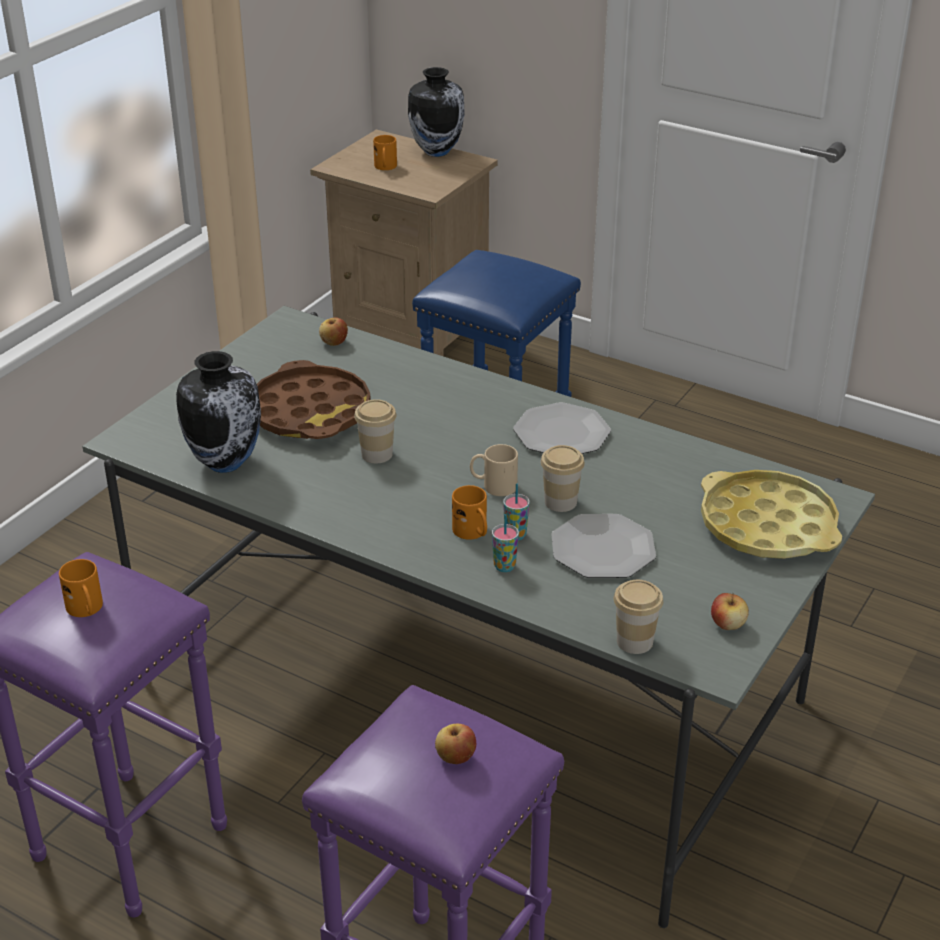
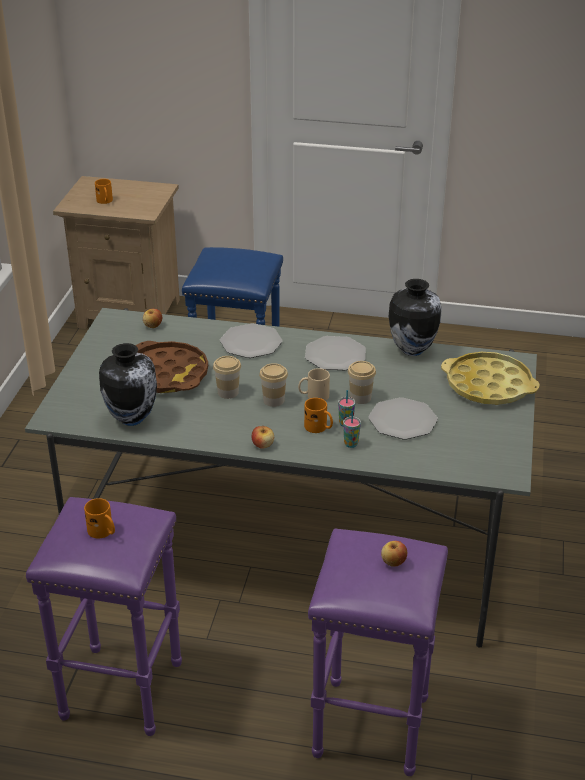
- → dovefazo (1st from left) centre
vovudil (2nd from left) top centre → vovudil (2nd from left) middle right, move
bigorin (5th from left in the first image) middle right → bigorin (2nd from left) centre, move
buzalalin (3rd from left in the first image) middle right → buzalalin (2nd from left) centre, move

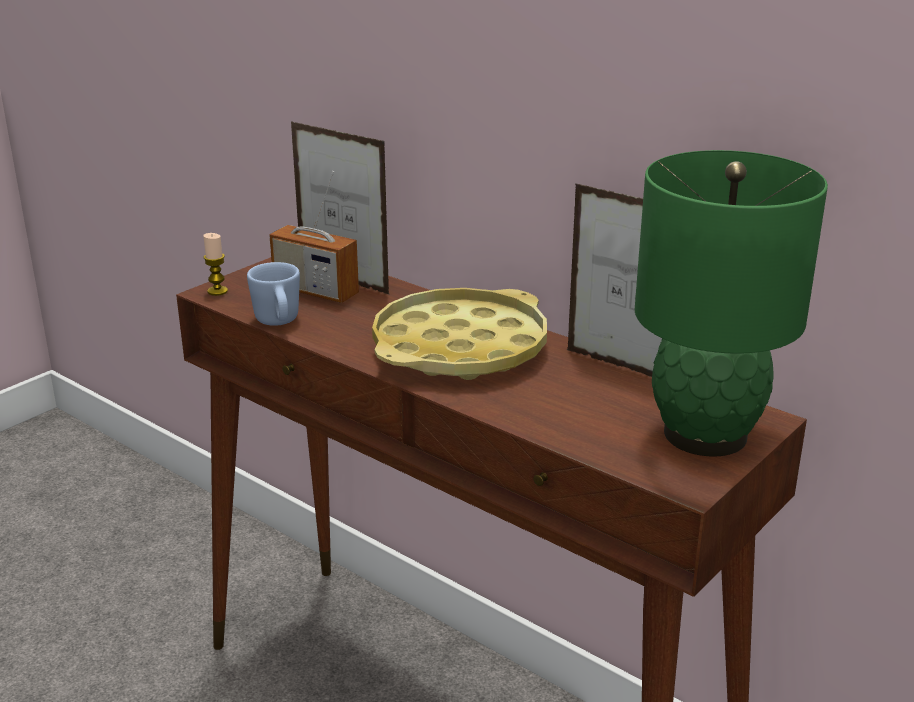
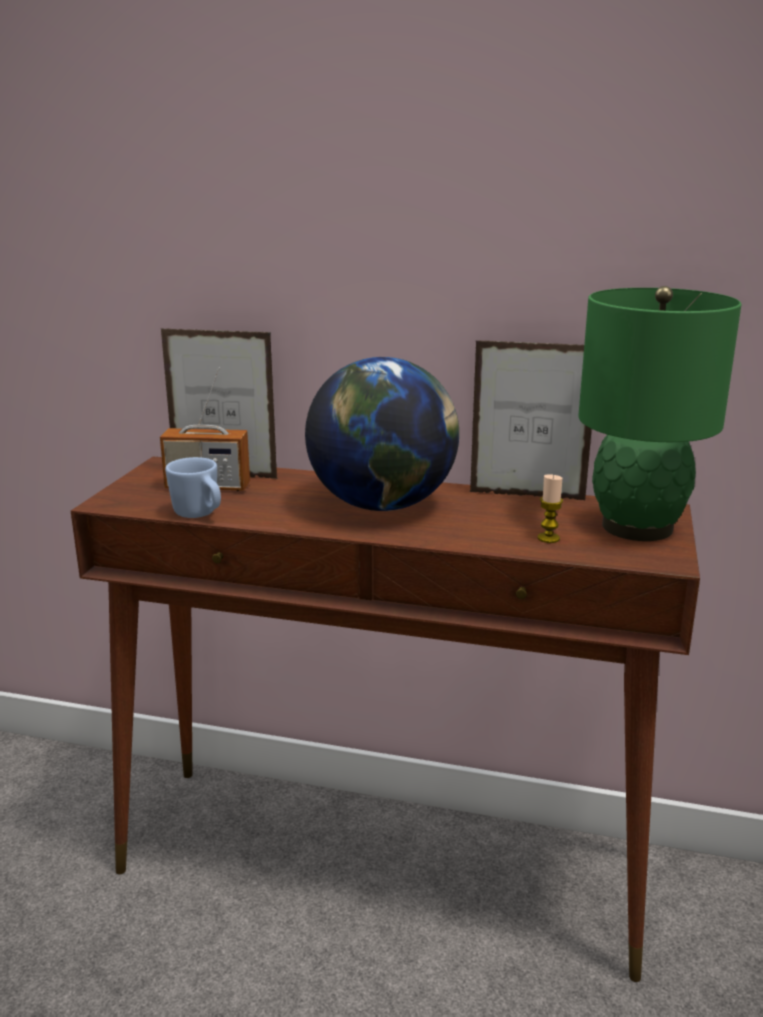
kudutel middle left → kudutel middle right, move
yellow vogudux centre → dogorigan centre

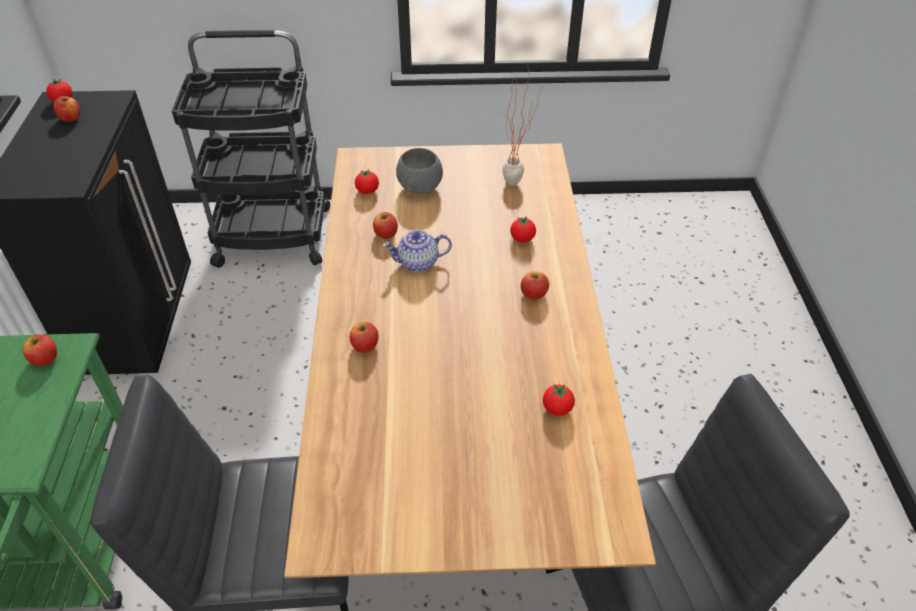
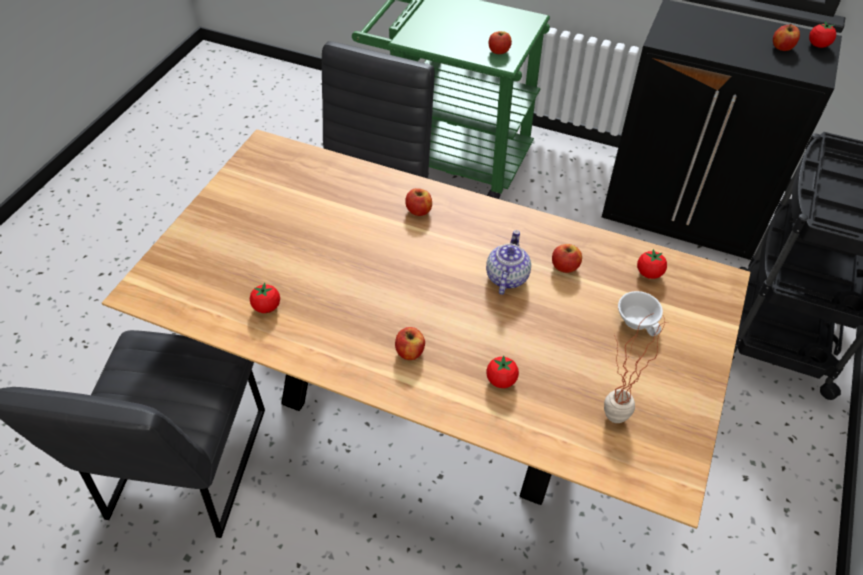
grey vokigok top centre → white bigorin middle right

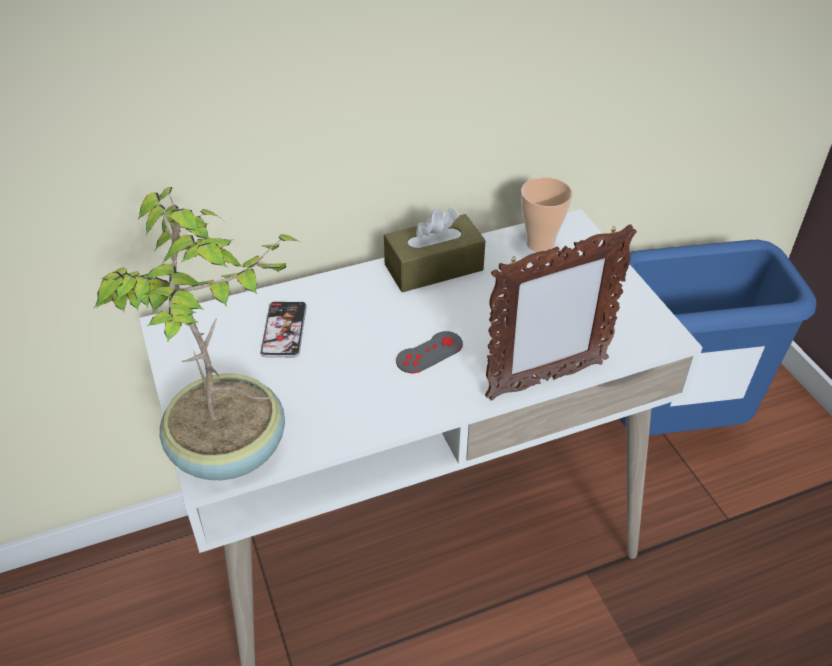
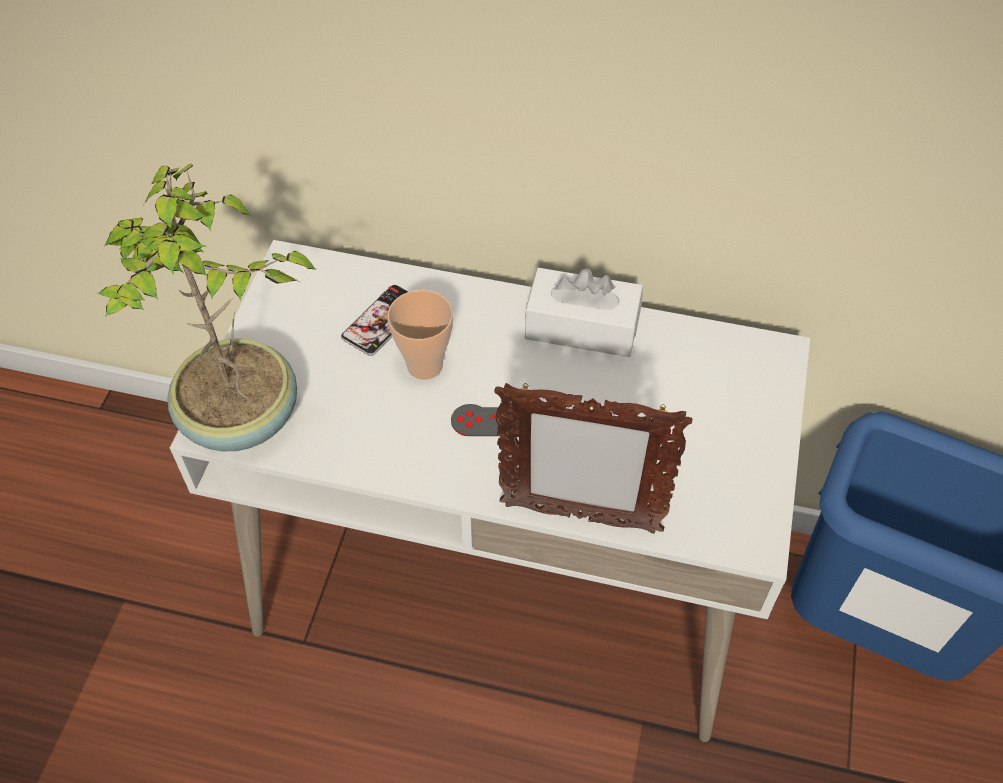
bigorin top centre → bigorin centre, move
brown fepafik centre → white fepafik centre

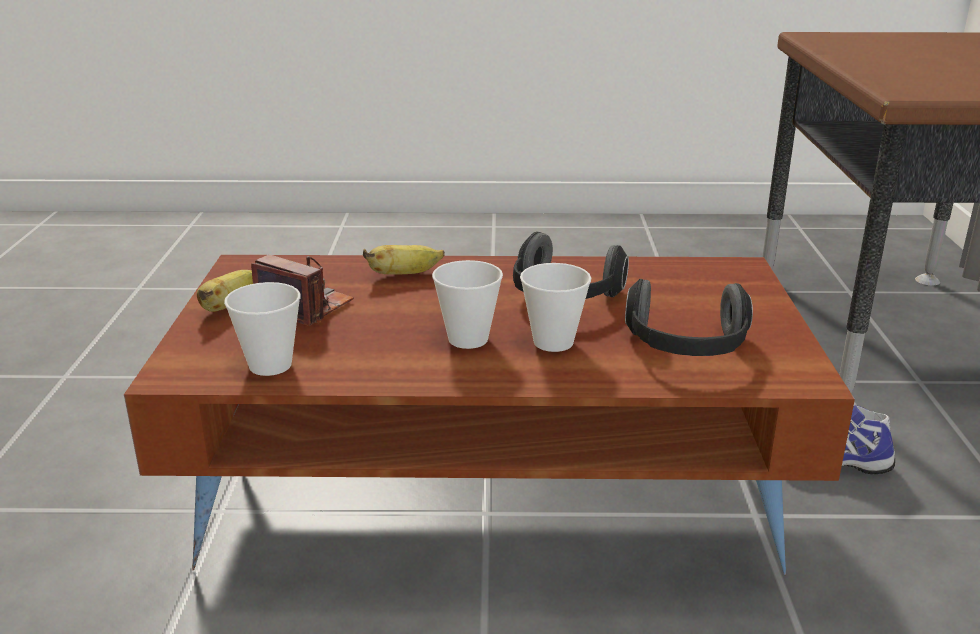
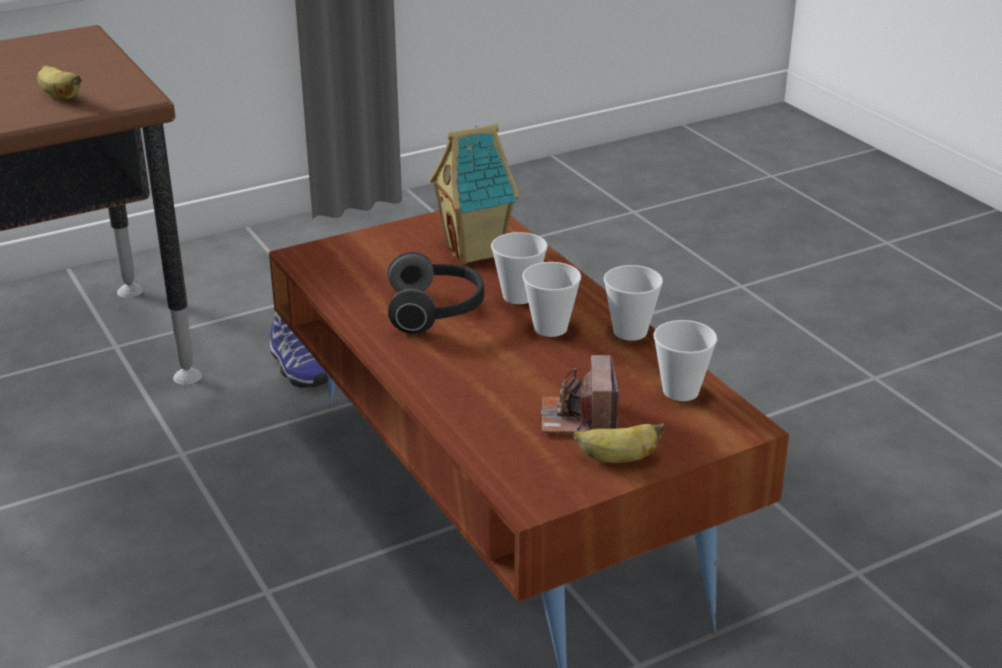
- → bigorin (3rd from left) centre
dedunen (2nd from left in the first image) centre → dedunen (1st from left) top left, move
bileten (2nd from left) middle right → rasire top centre

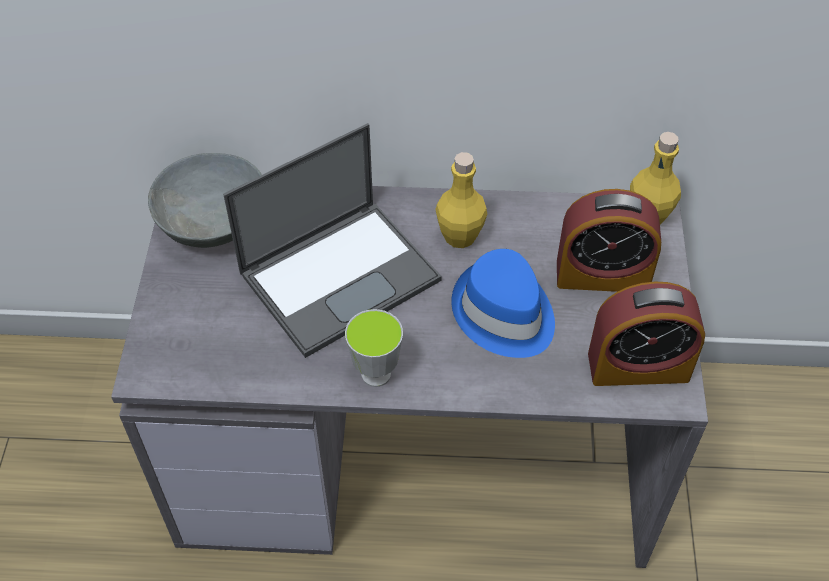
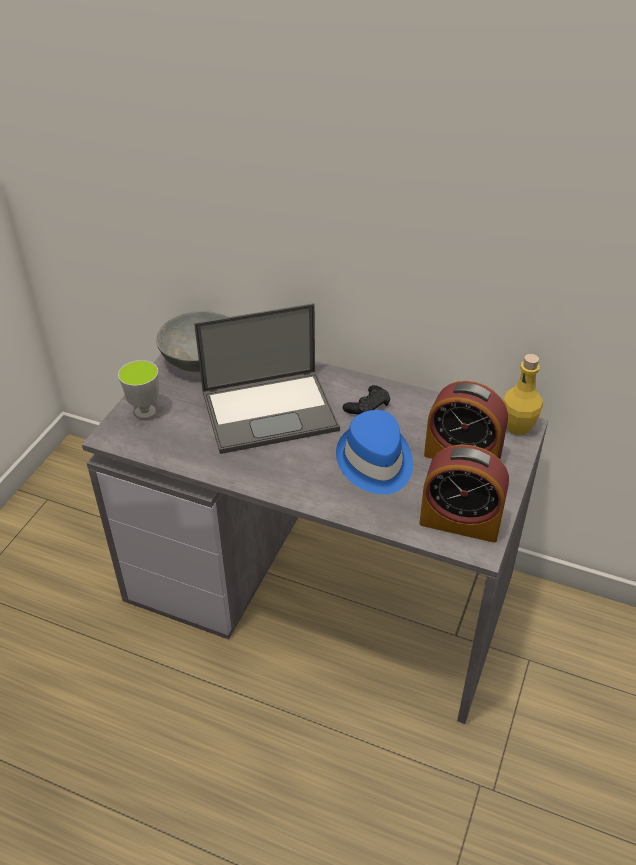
bigorin centre → bigorin middle left, move
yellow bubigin (1st from left) centre → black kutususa centre

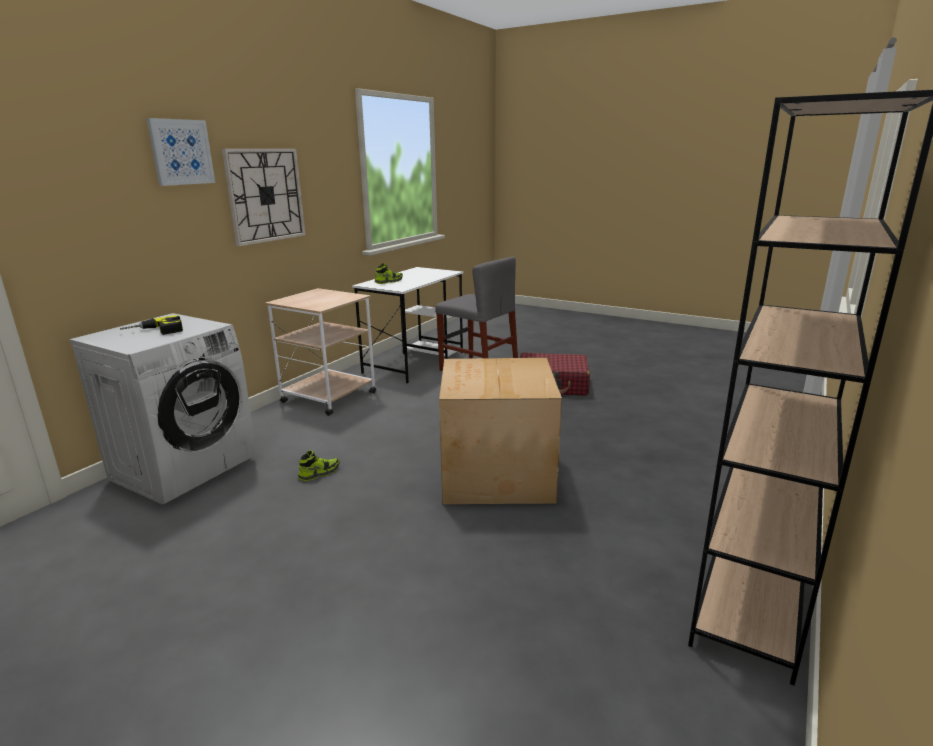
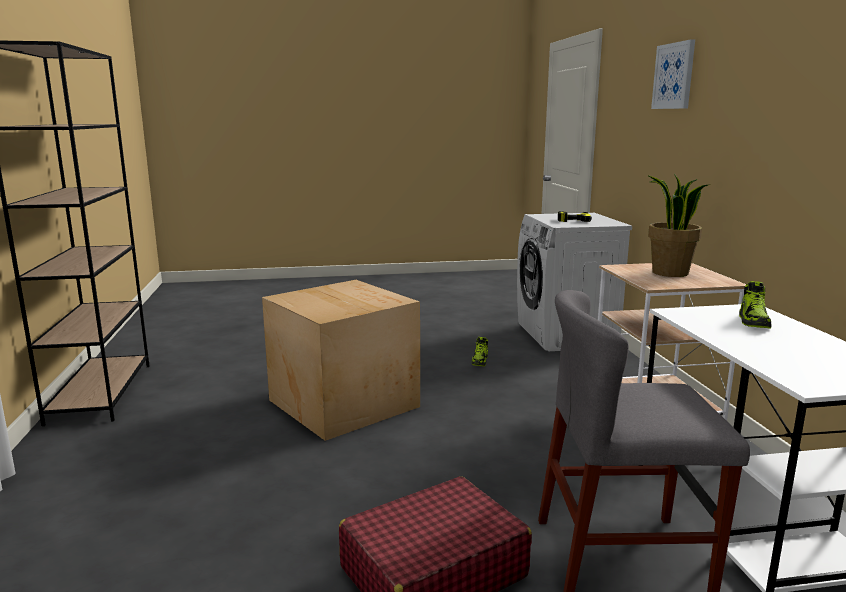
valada top left → -
- → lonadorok middle right

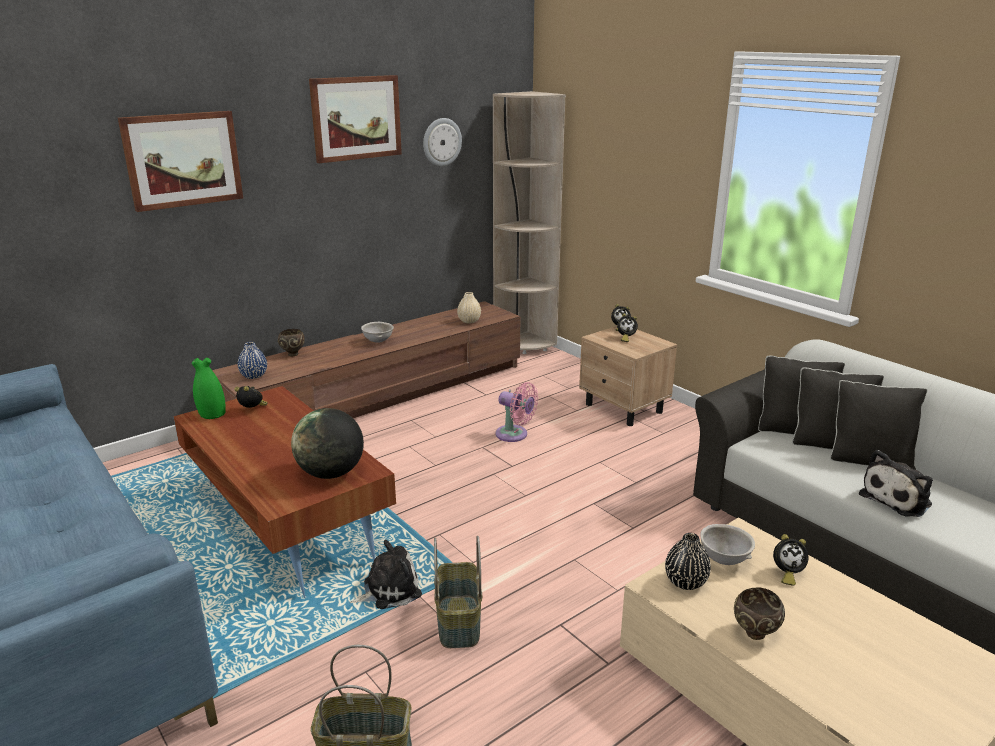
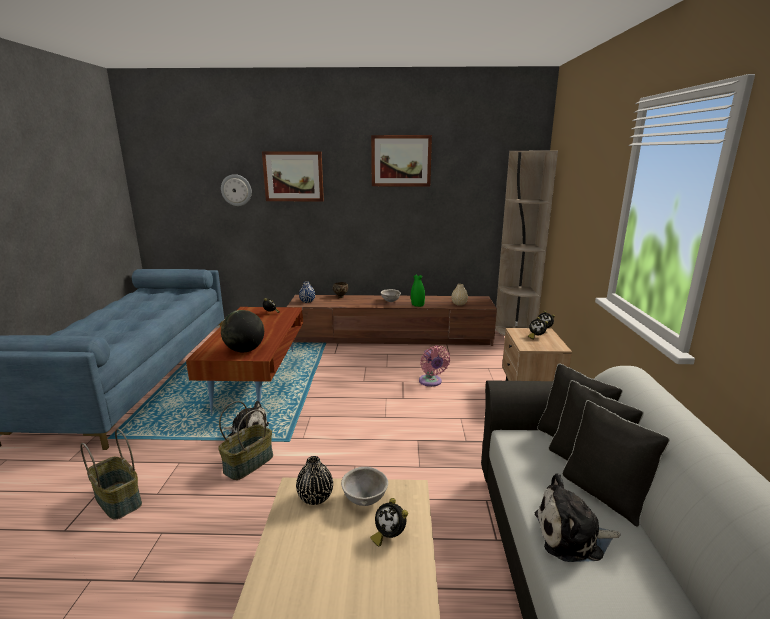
brown vokigok (2nd from left) bottom right → -
green vovudil middle left → green vovudil centre, move
valada top centre → valada top left, move

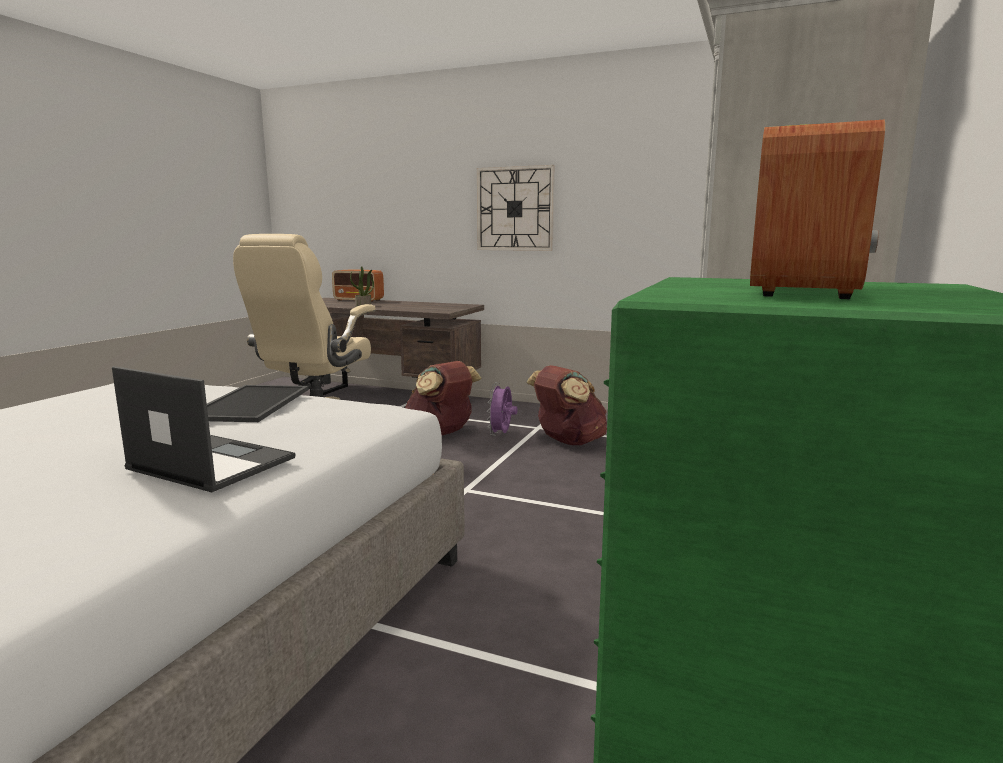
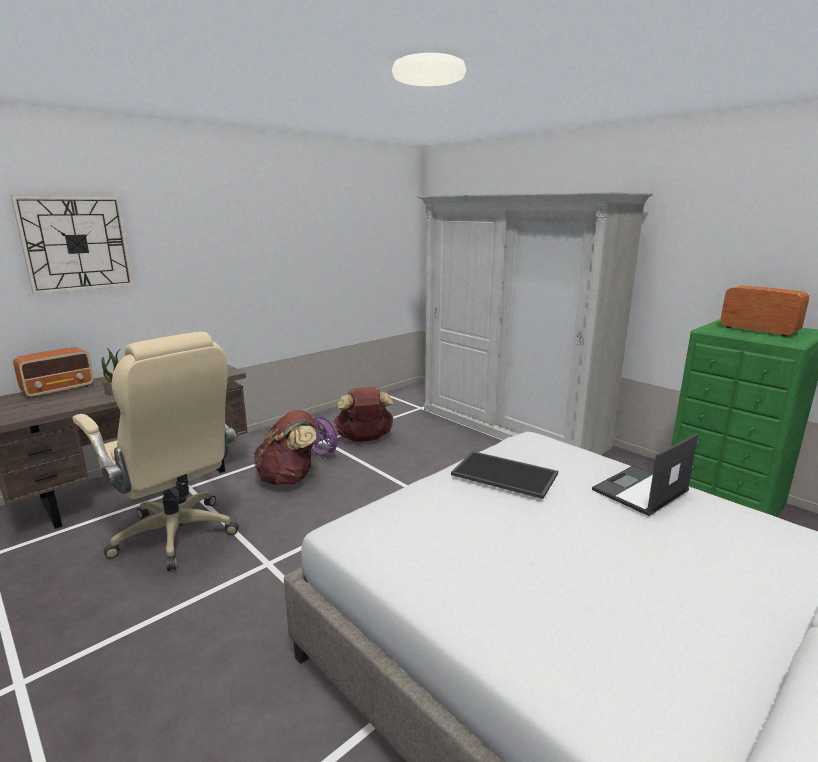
valada top centre → valada top left, move

